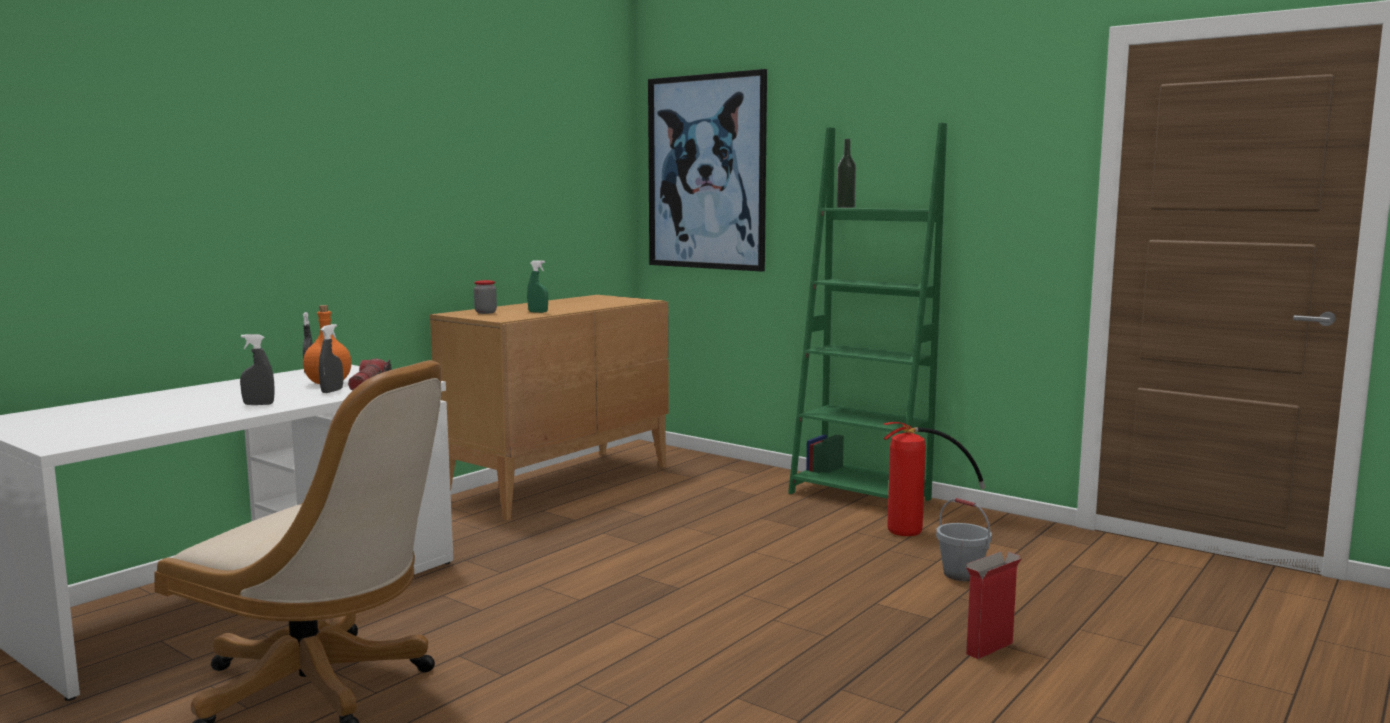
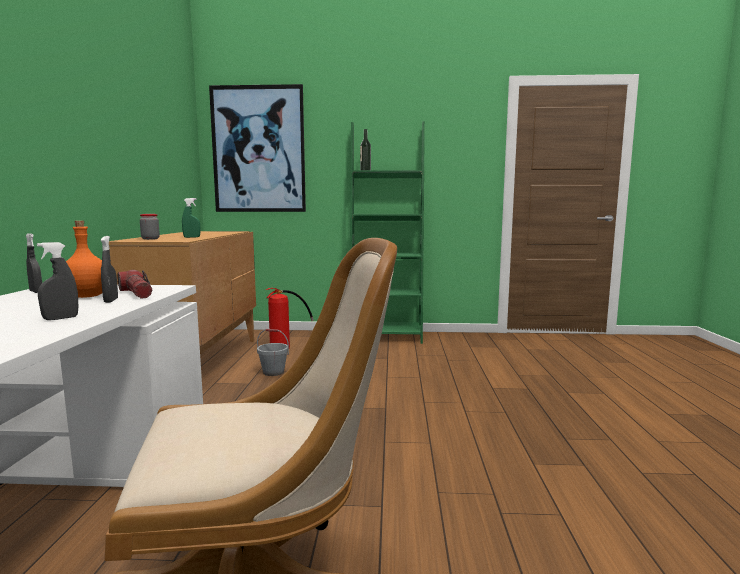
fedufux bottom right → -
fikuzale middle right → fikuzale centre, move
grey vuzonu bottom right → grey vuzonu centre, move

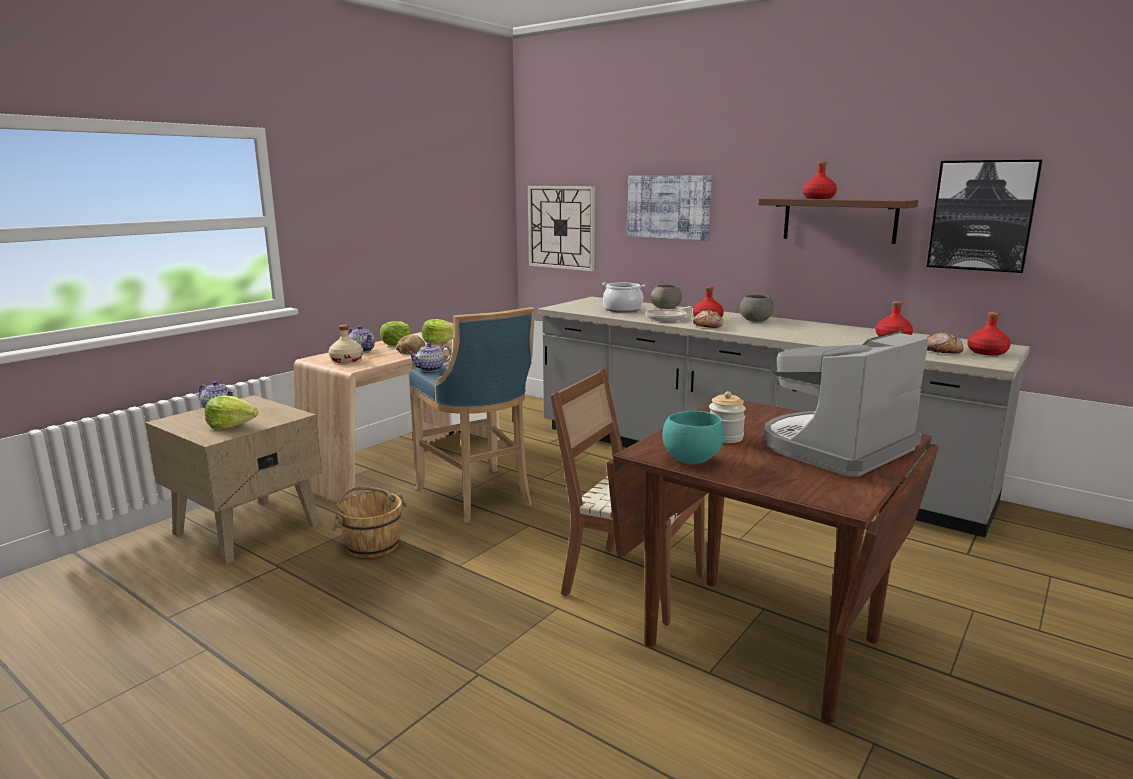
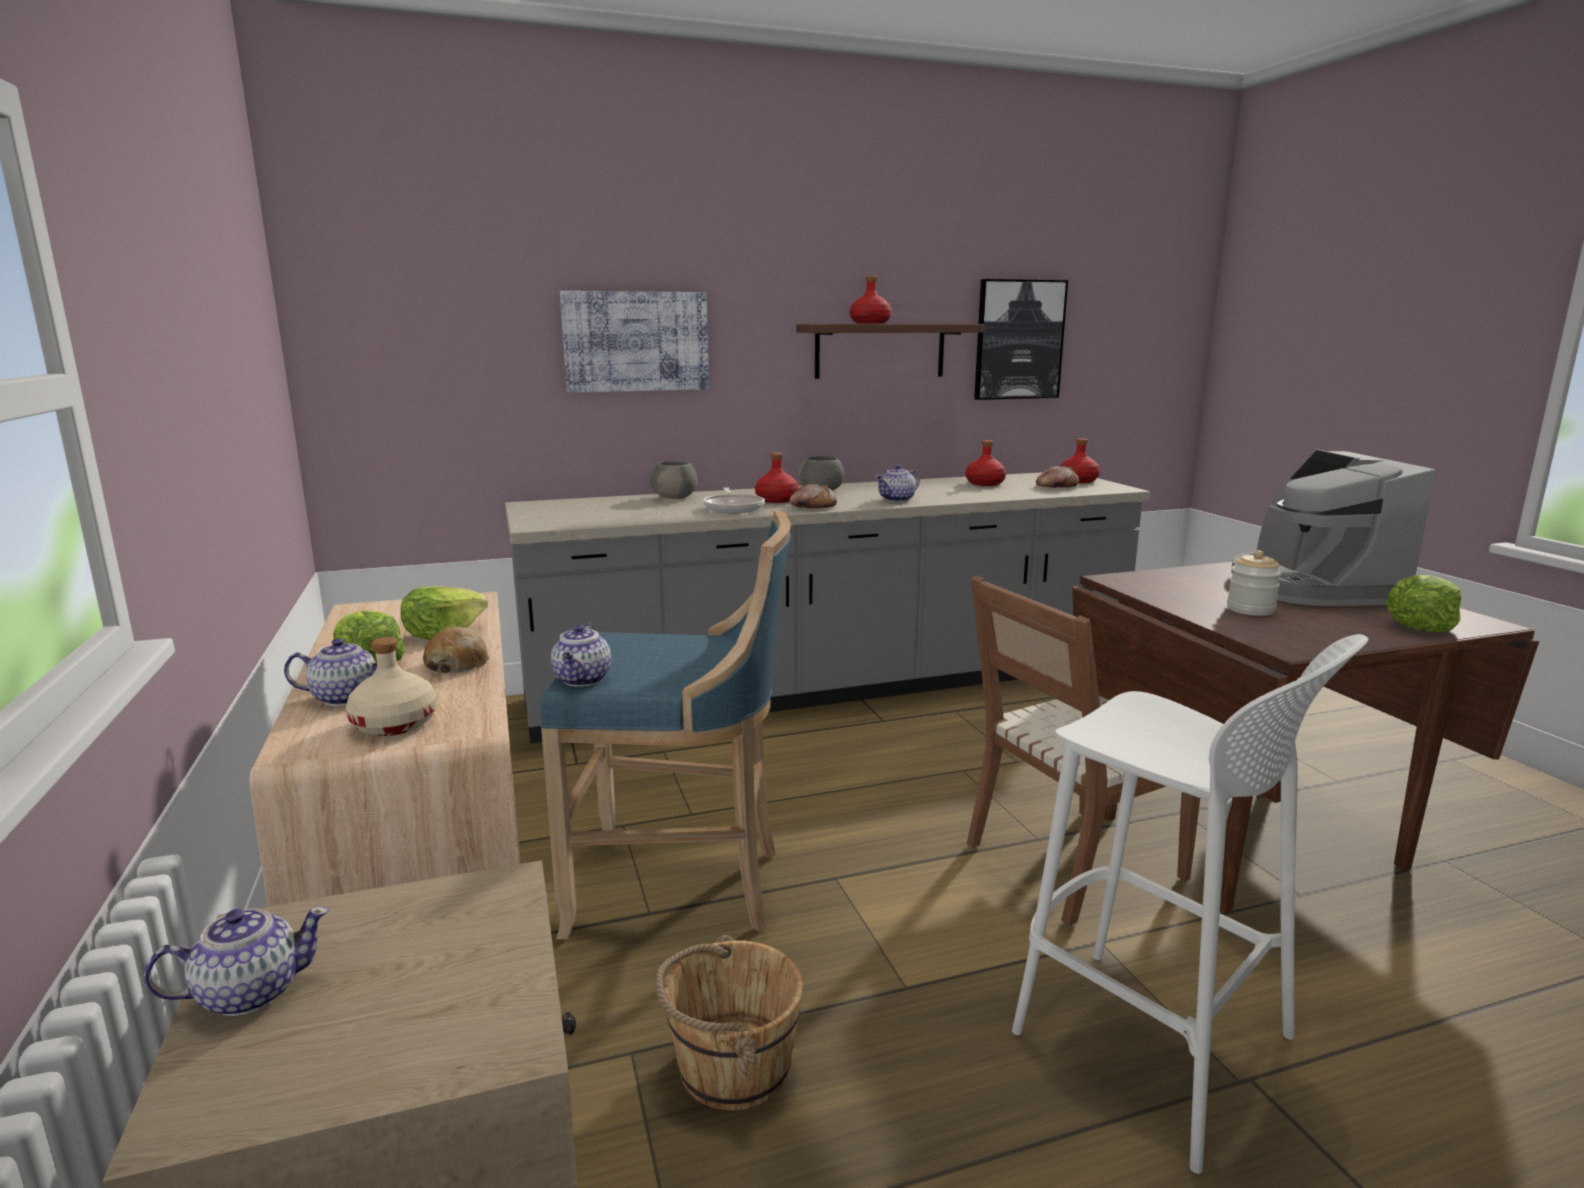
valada top centre → -
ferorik centre → -
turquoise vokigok centre → -
- → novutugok (4th from left) centre
- → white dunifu bottom right
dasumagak (1st from left in the first image) middle left → dasumagak (3rd from left) middle right, move

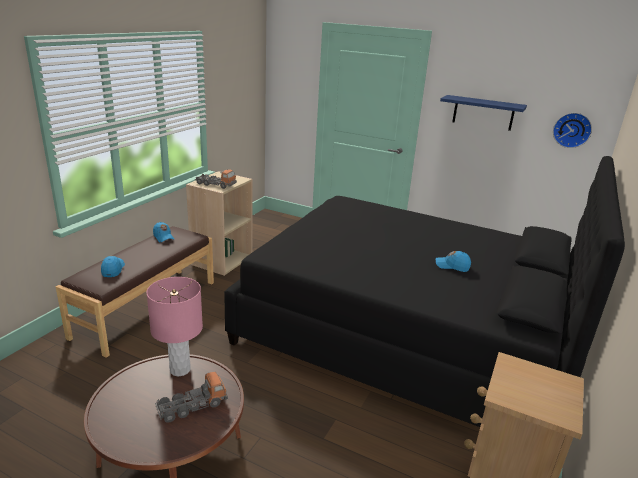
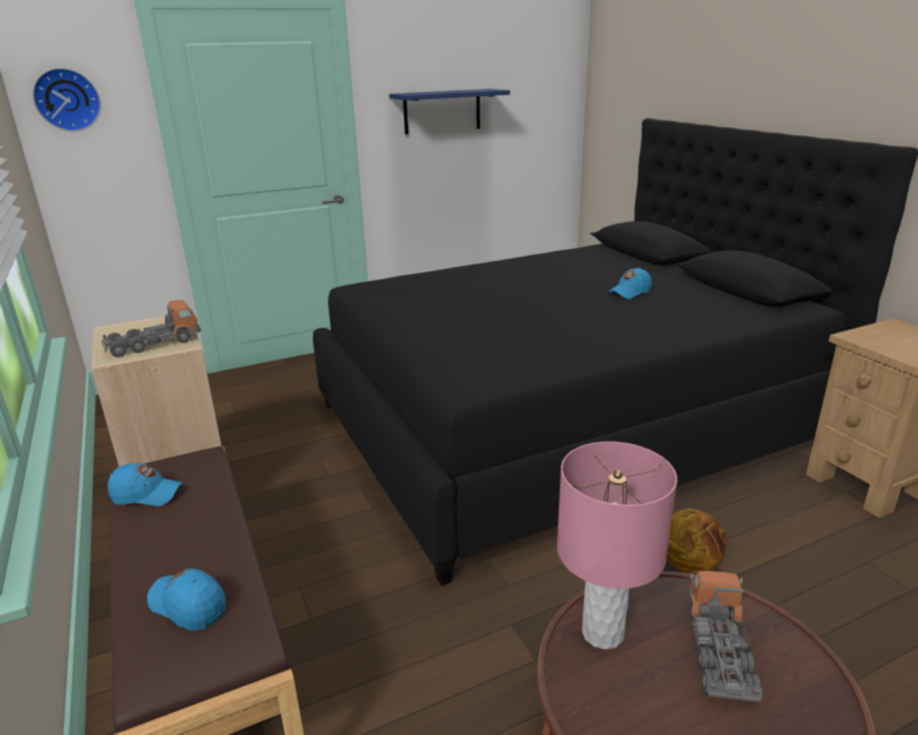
- → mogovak bottom right
valada top right → valada top left, move

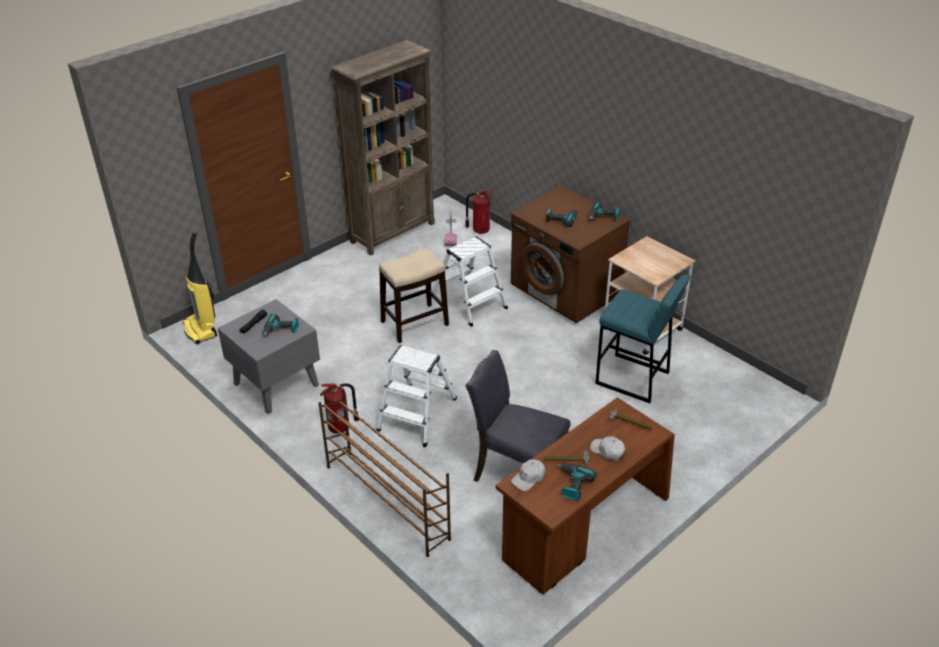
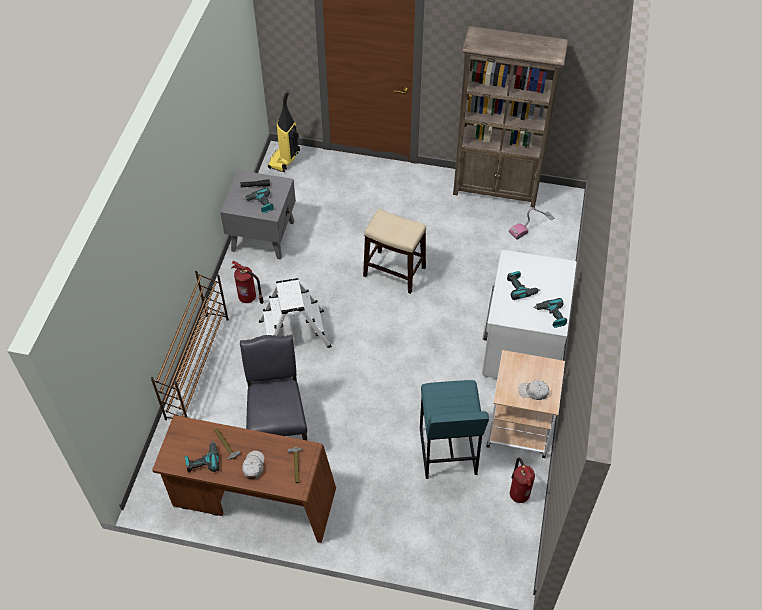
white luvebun (2nd from left) centre → -
fikuzale (2nd from left) top centre → fikuzale (2nd from left) bottom right, move
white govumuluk (1st from left in the first image) bottom centre → white govumuluk (2nd from left) middle right, move
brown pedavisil centre → white pedavisil middle right

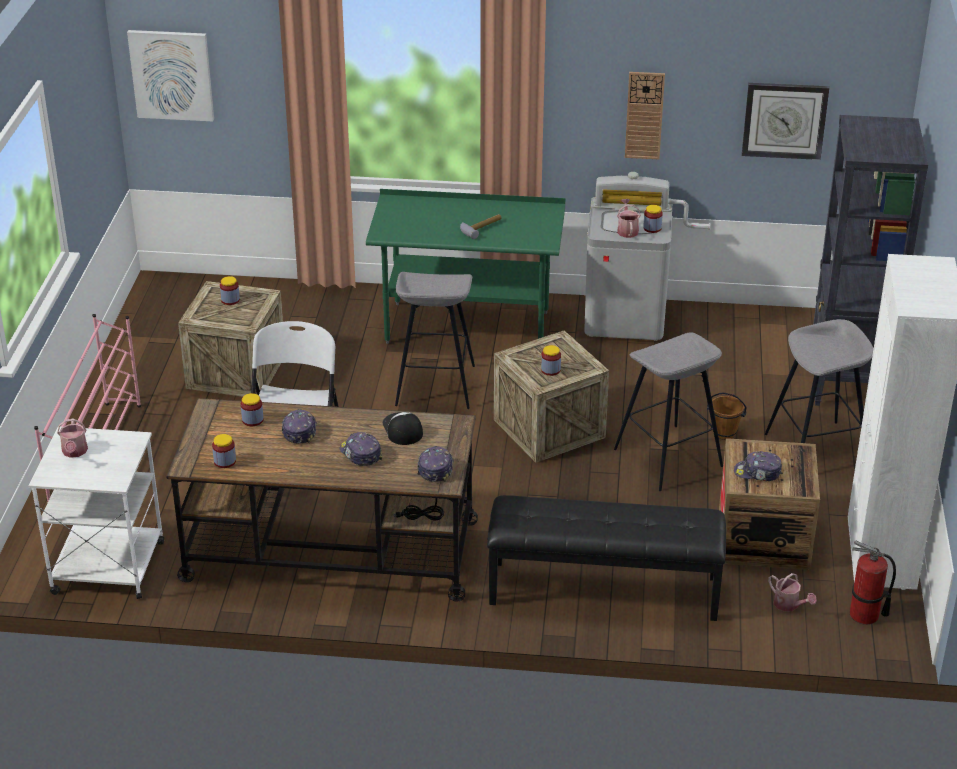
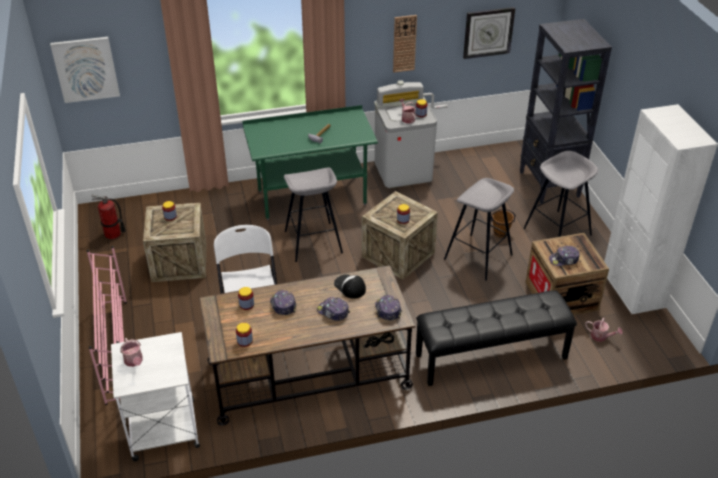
fikuzale bottom right → fikuzale middle left, move

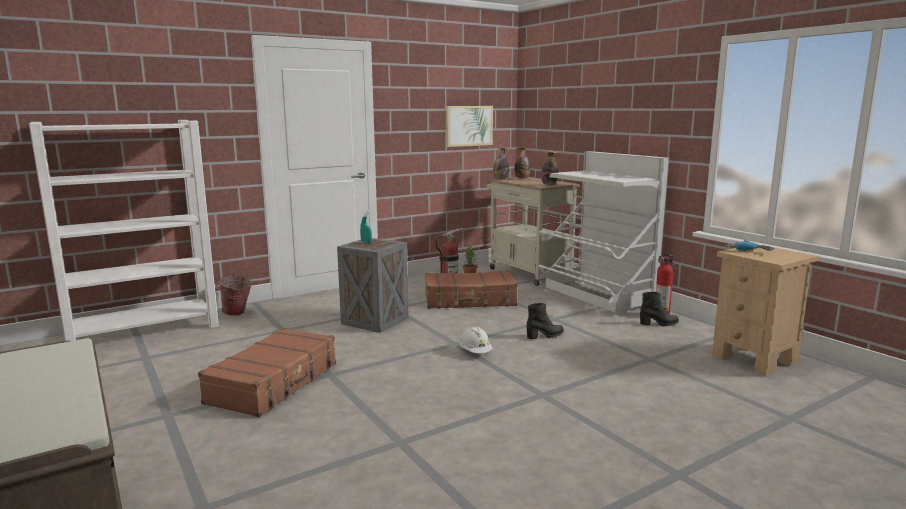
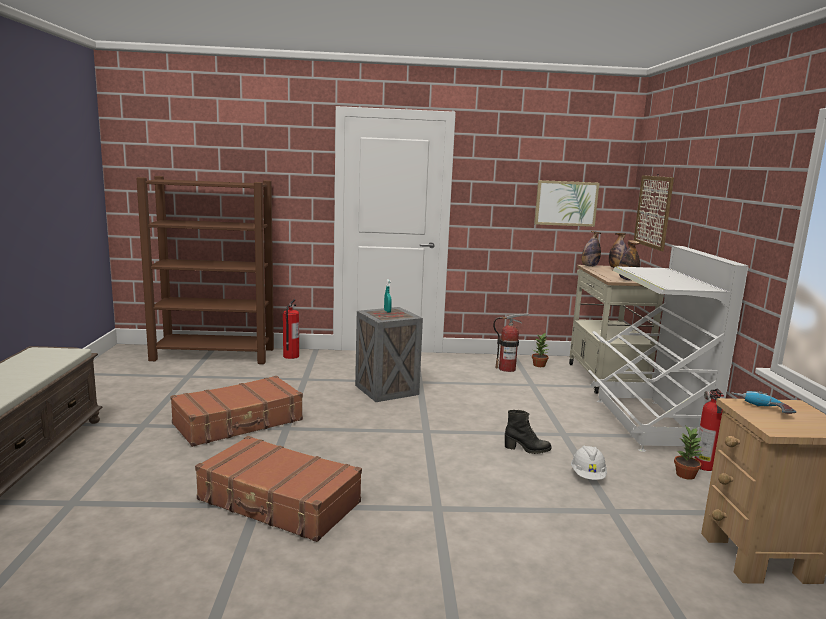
- → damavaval (2nd from left) middle right
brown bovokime (2nd from left) centre → brown bovokime (2nd from left) bottom centre, move
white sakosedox centre → white sakosedox bottom right, move
vuzonu middle left → fikuzale (1st from left) centre
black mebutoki (2nd from left) middle right → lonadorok (2nd from left) bottom right
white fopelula middle left → brown fopelula middle left

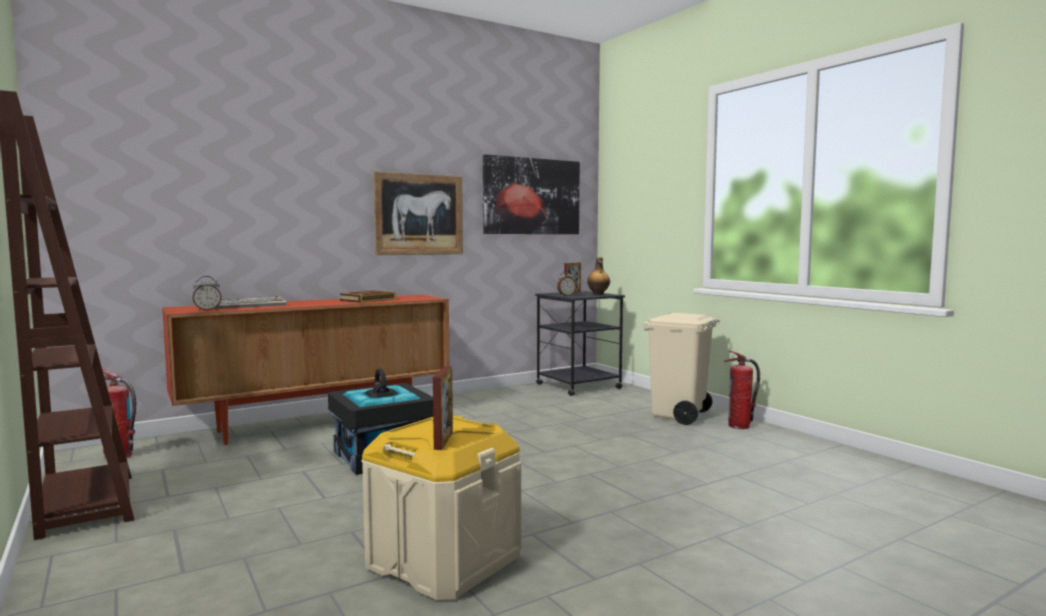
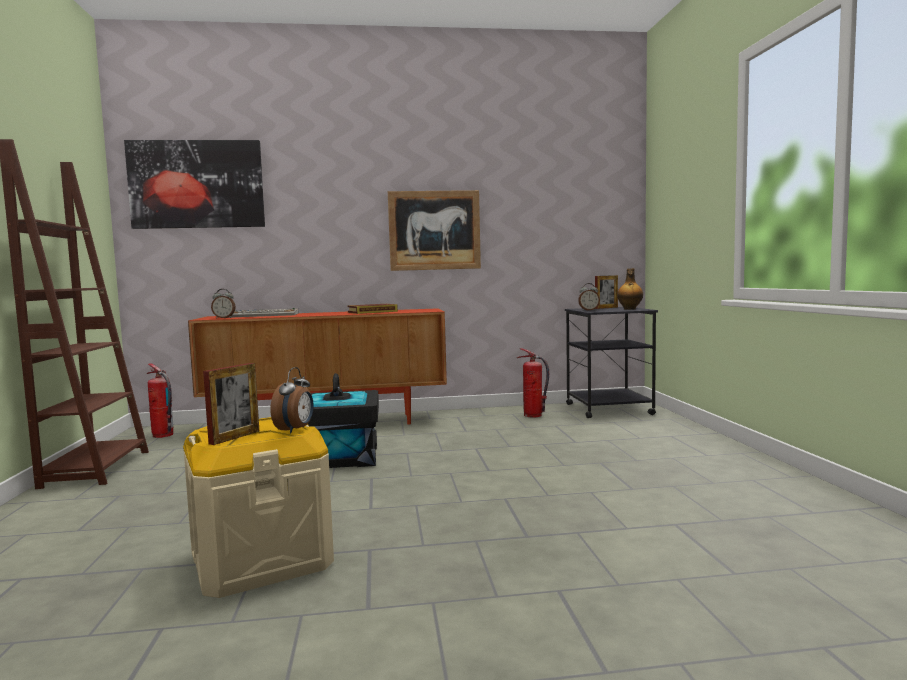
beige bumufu centre → -
- → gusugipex (2nd from left) middle left
damavaval (2nd from left in the first image) top centre → damavaval (1st from left) top left, move
fikuzale (2nd from left) middle right → fikuzale (2nd from left) centre, move

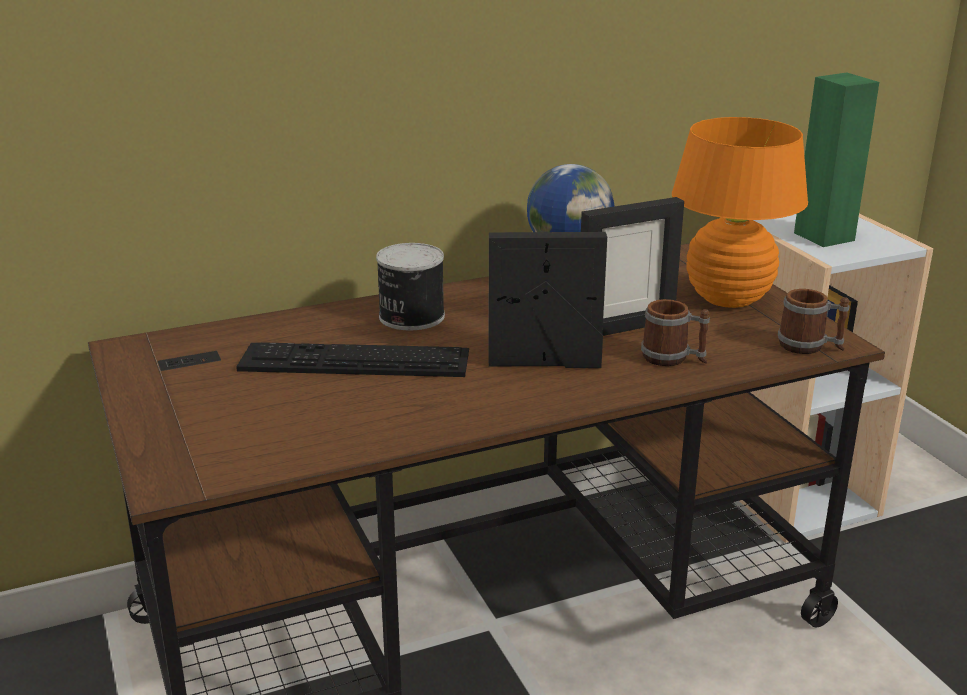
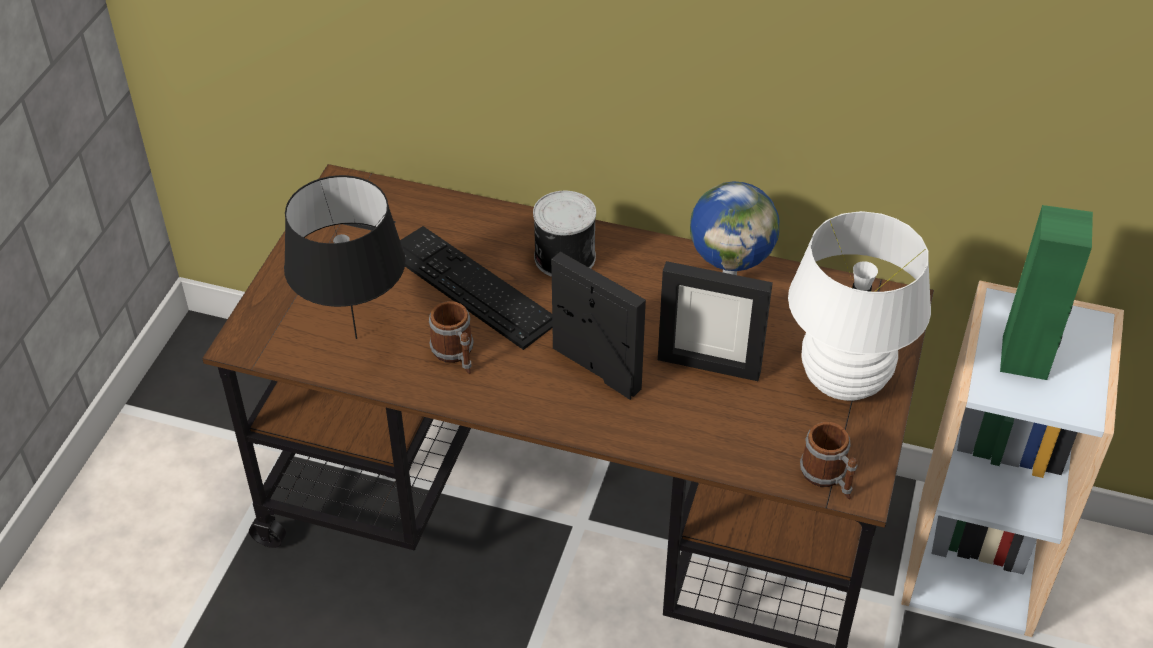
- → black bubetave middle left
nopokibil (1st from left) middle right → nopokibil (1st from left) centre, move
orange bubetave top right → white bubetave middle right

